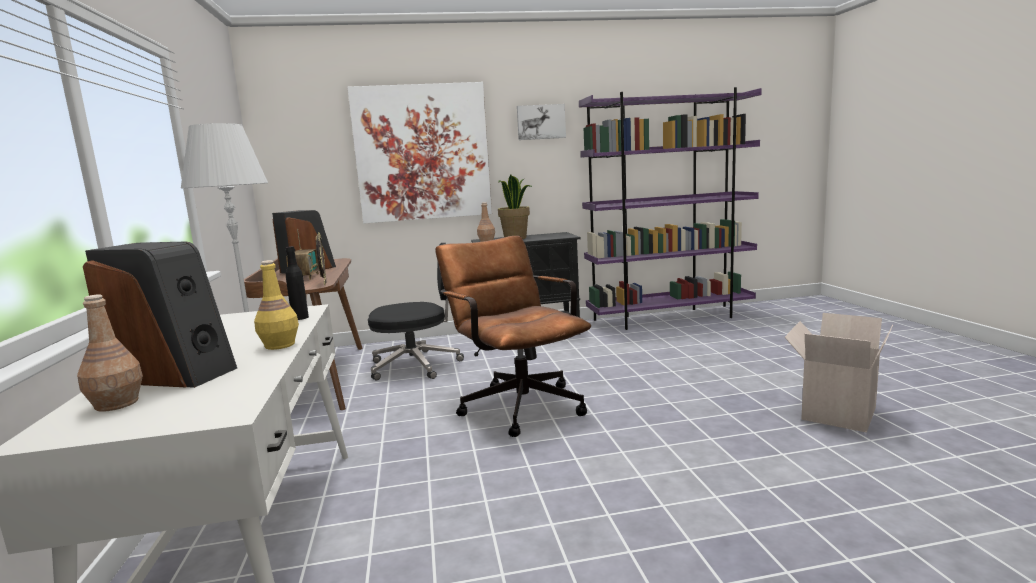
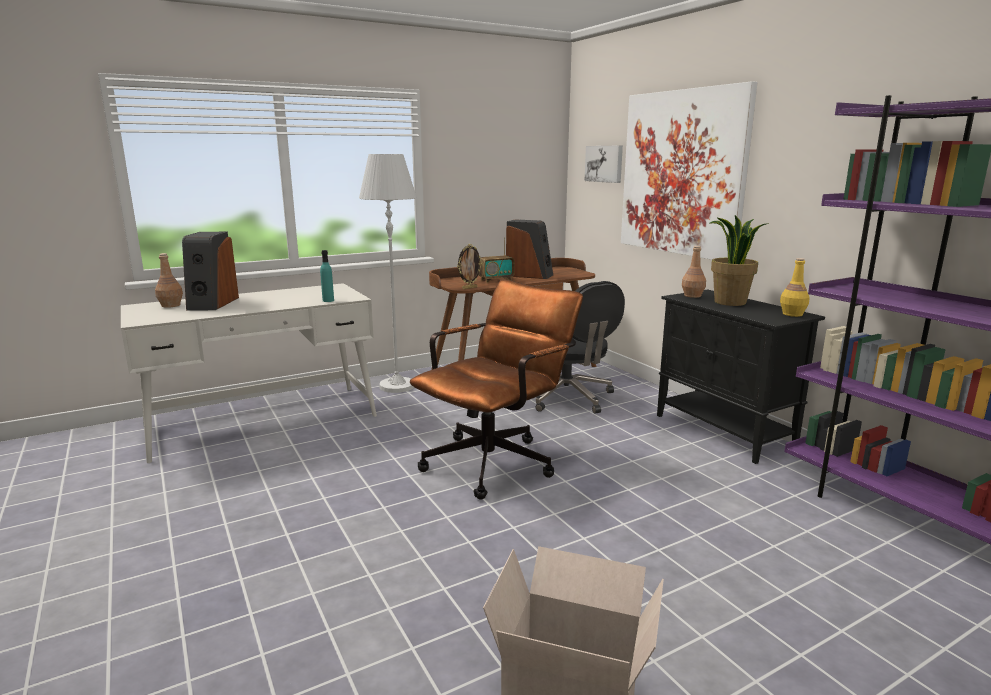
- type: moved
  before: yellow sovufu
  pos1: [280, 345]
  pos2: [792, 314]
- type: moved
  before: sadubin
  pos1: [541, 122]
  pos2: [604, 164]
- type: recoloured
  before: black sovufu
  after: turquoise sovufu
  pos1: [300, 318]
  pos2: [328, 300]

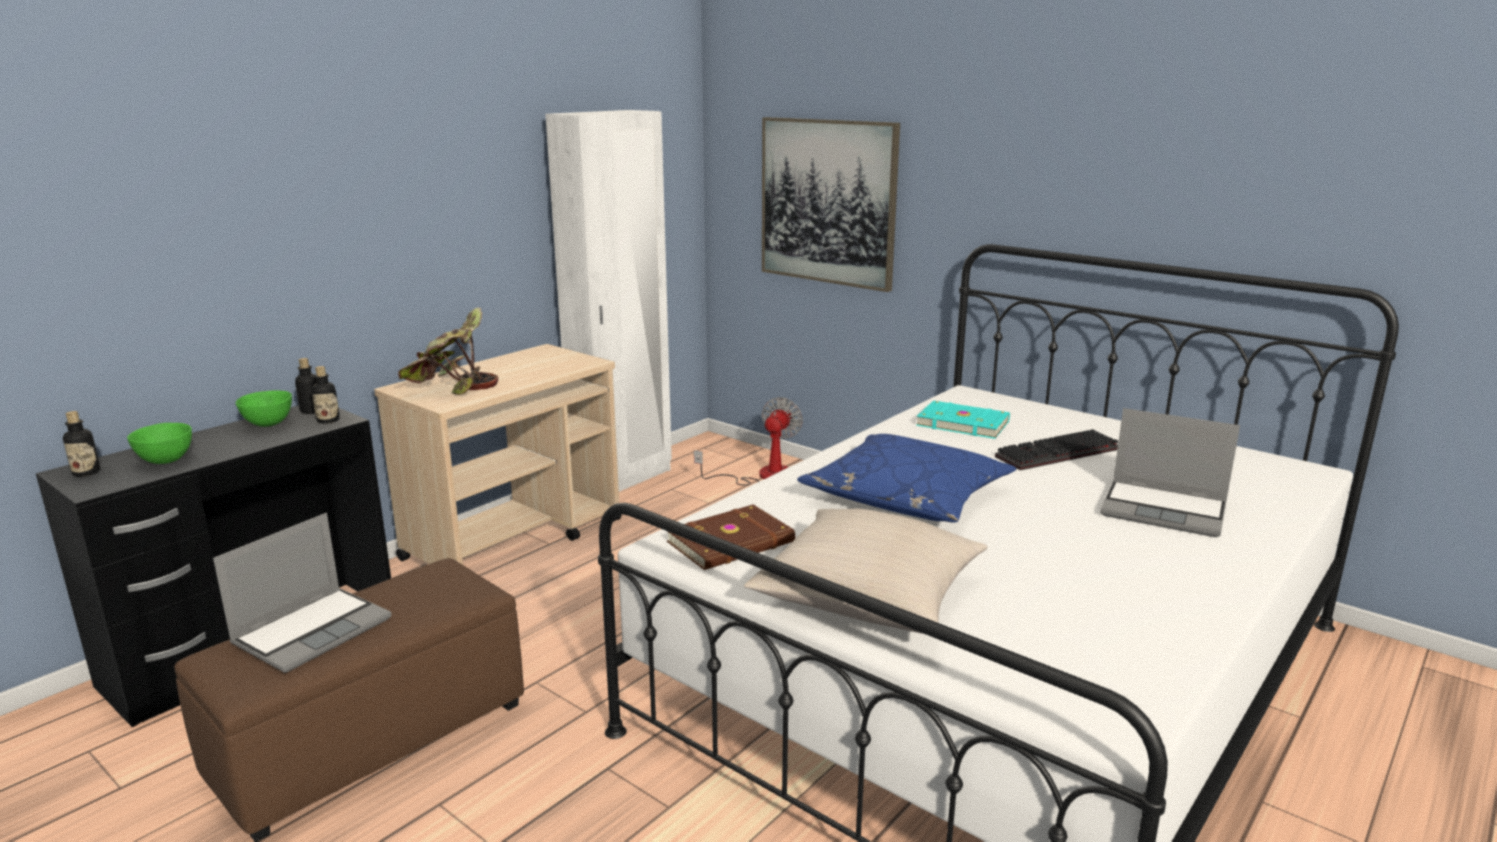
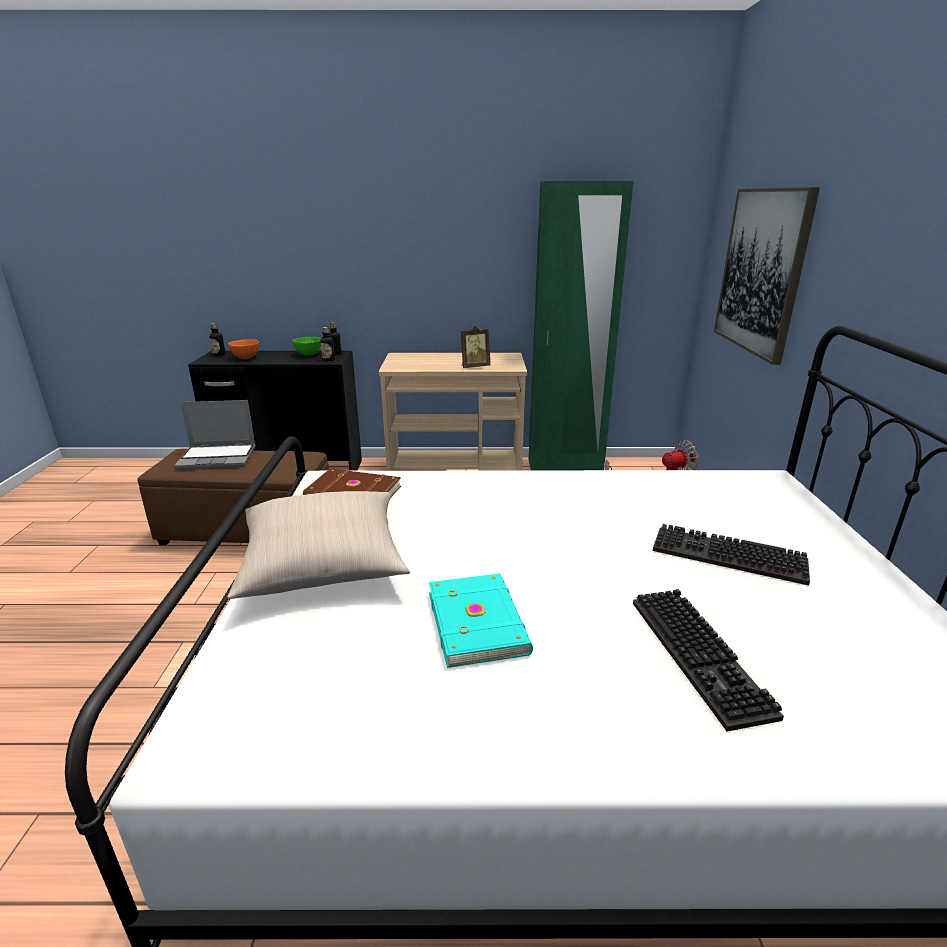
- type: removed
  before: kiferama
  pos1: [451, 387]
- type: removed
  before: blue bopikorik
  pos1: [907, 497]
- type: added
  after: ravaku
  pos2: [474, 367]
- type: moved
  before: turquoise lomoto
  pos1: [962, 423]
  pos2: [479, 621]
- type: replaced
  before: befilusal
  after: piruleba
  pos1: [1165, 510]
  pos2: [703, 657]
- type: recoloured
  before: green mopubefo
  after: orange mopubefo
  pos1: [165, 460]
  pos2: [246, 358]
- type: recoloured
  before: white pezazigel
  after: green pezazigel
  pos1: [623, 480]
  pos2: [565, 465]

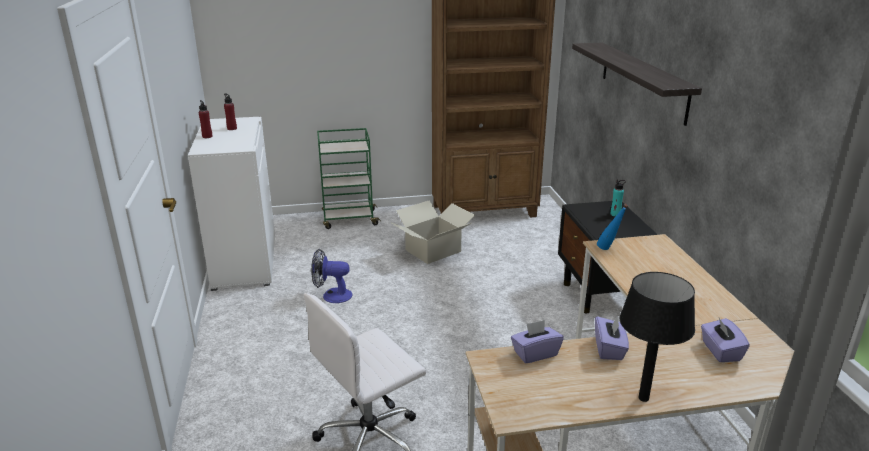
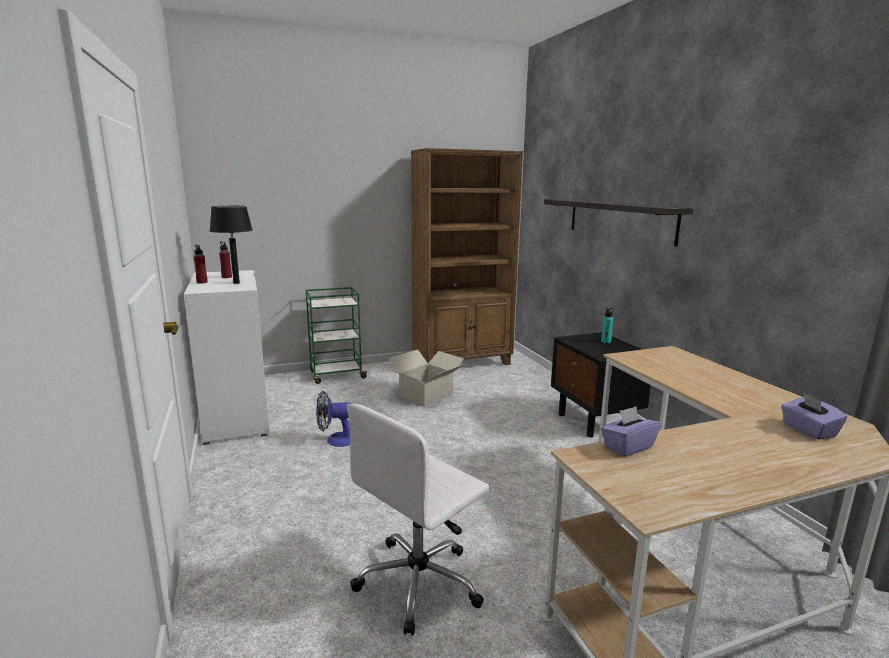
- type: removed
  before: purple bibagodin
  pos1: [609, 349]
- type: removed
  before: blue sovufu
  pos1: [609, 250]
- type: moved
  before: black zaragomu
  pos1: [644, 398]
  pos2: [236, 283]

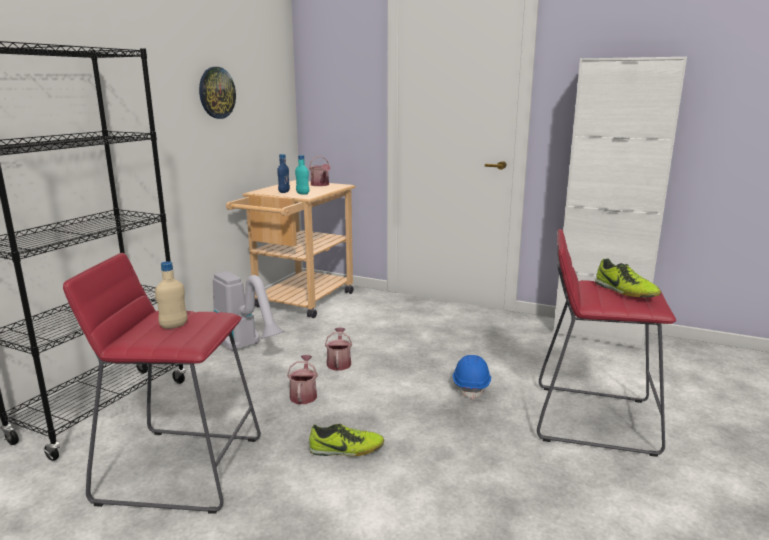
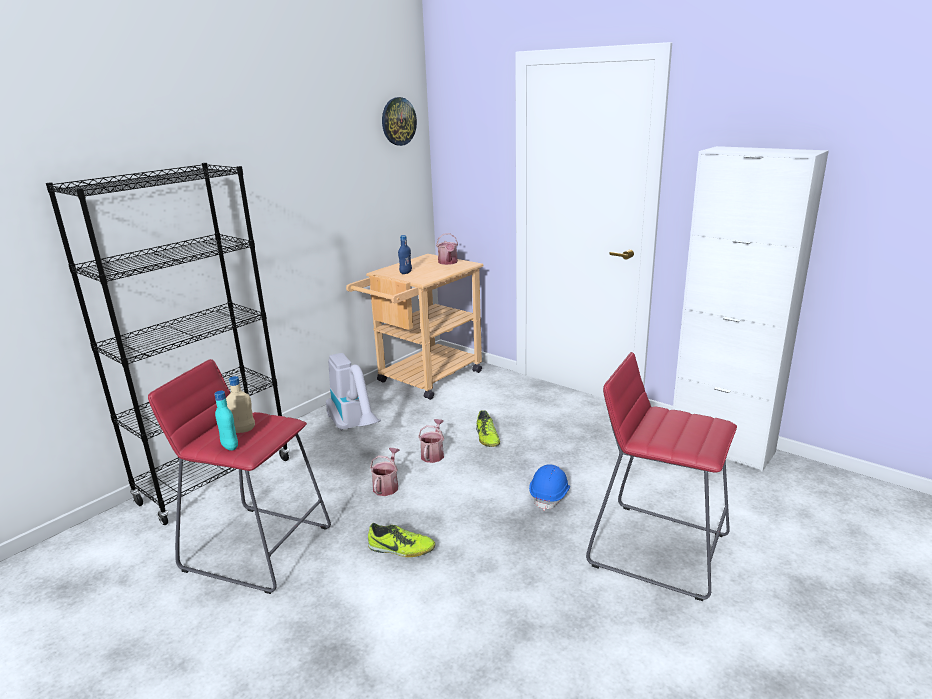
- type: moved
  before: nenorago
  pos1: [216, 93]
  pos2: [398, 121]
- type: moved
  before: turquoise sovufu
  pos1: [302, 193]
  pos2: [230, 447]
- type: moved
  before: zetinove
  pos1: [625, 292]
  pos2: [487, 438]

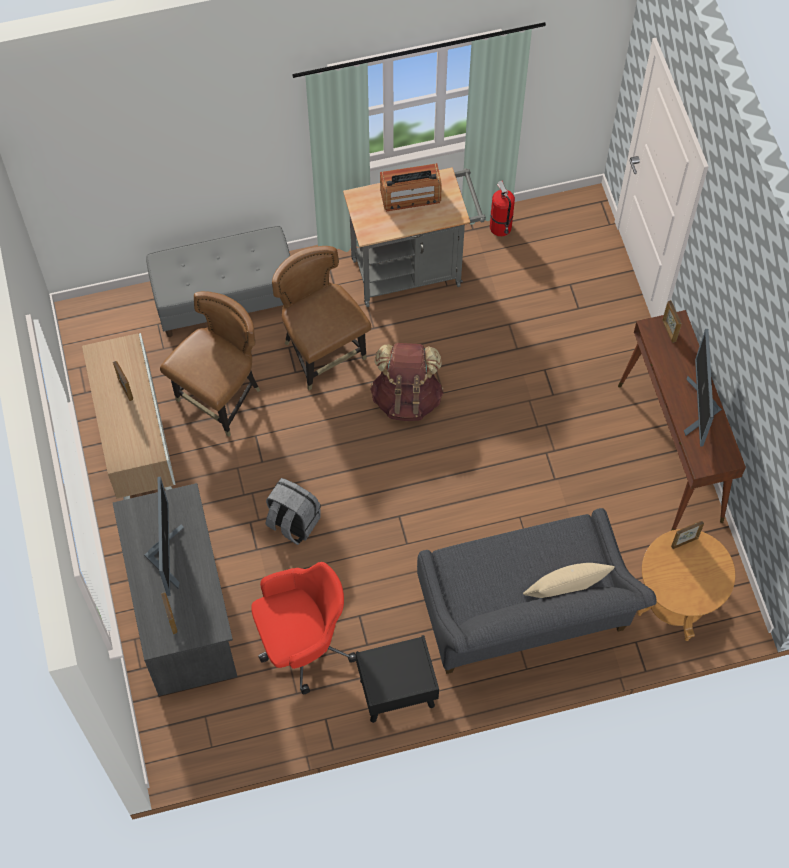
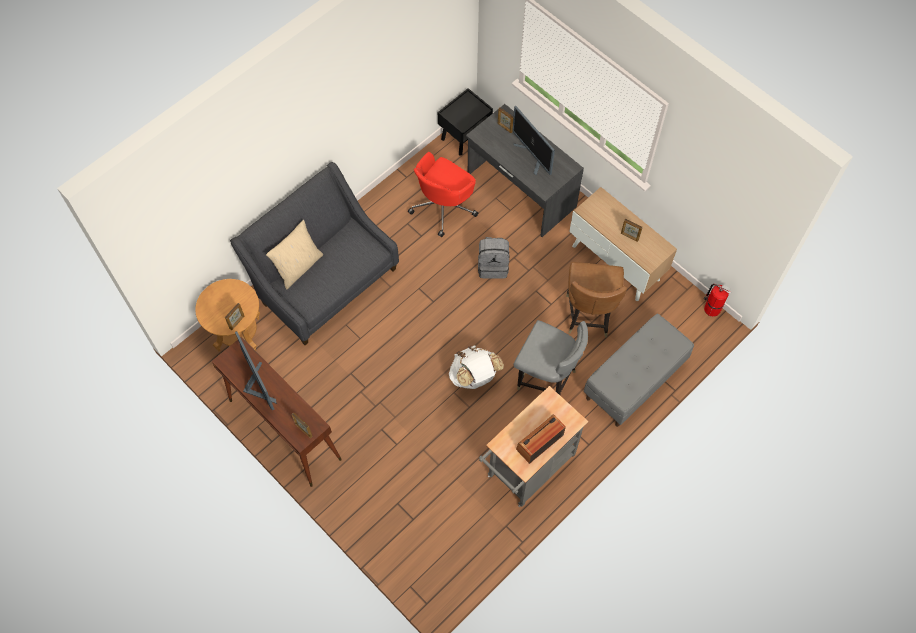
- type: moved
  before: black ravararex
  pos1: [396, 694]
  pos2: [464, 136]
- type: moved
  before: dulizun
  pos1: [501, 228]
  pos2: [711, 308]
- type: recoloured
  before: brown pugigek
  after: grey pugigek
  pos1: [323, 353]
  pos2: [546, 378]
- type: recoloured
  before: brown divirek
  after: white divirek
  pos1: [407, 398]
  pos2: [474, 376]

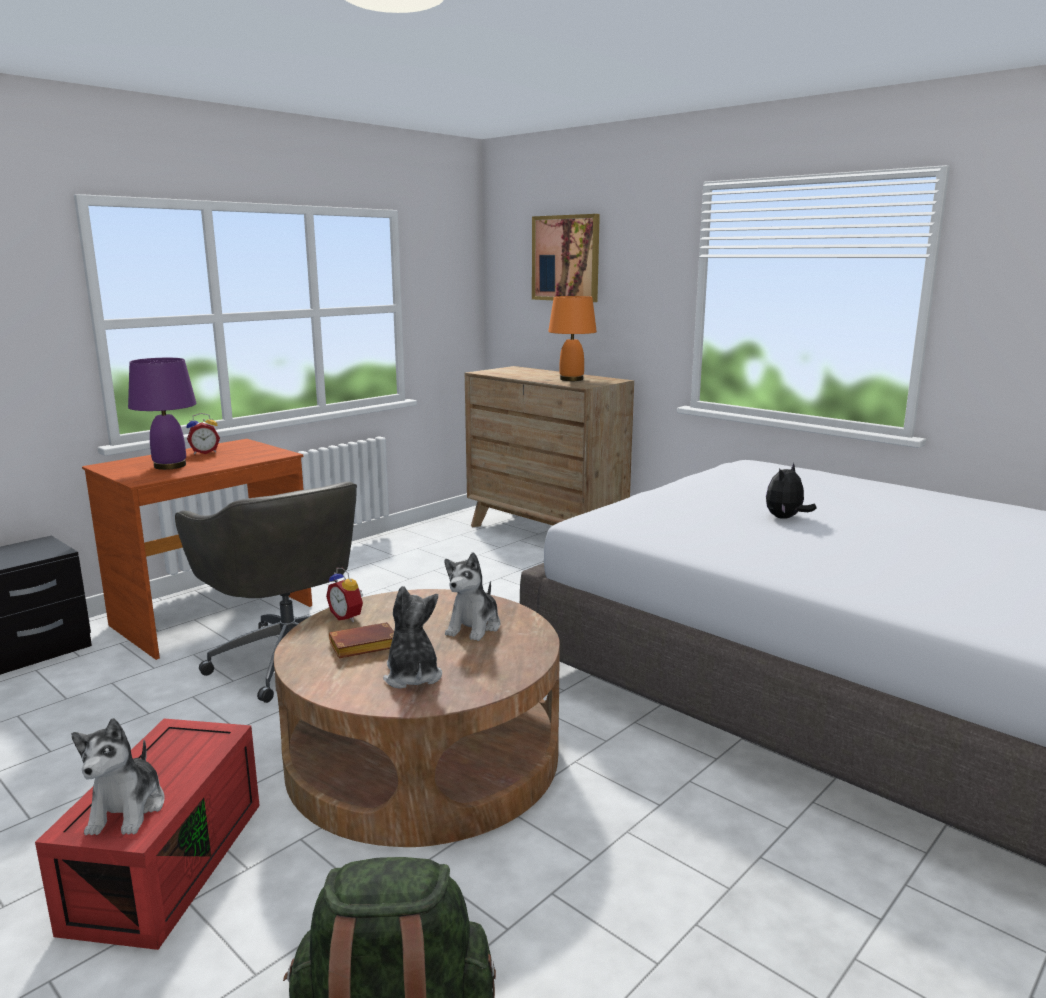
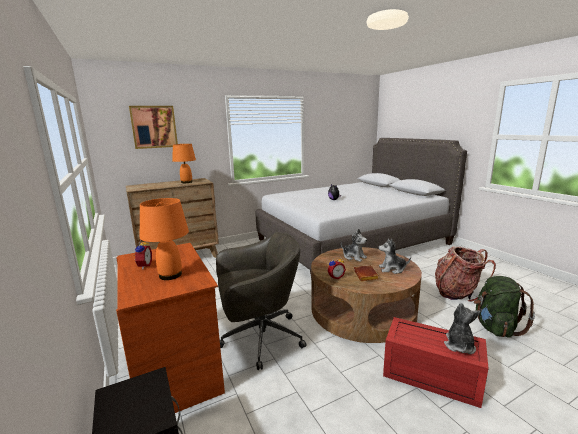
- type: added
  after: divirek
  pos2: [457, 292]
- type: recoloured
  before: purple zaragomu
  after: orange zaragomu
  pos1: [169, 466]
  pos2: [170, 275]
- type: turned
  before: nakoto
  pos1: [127, 810]
  pos2: [459, 345]
  turn: -90

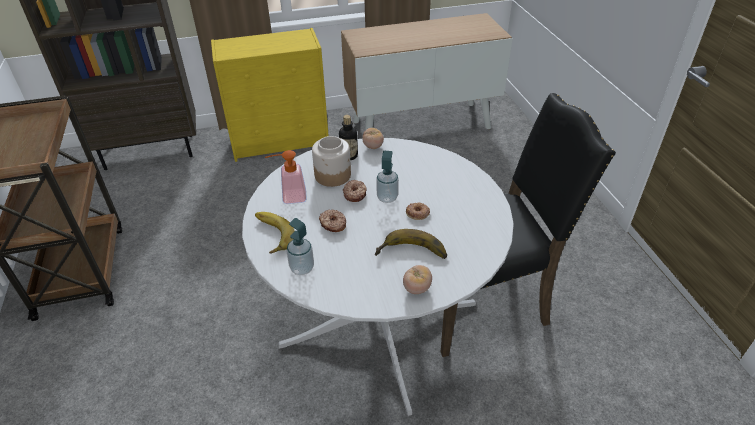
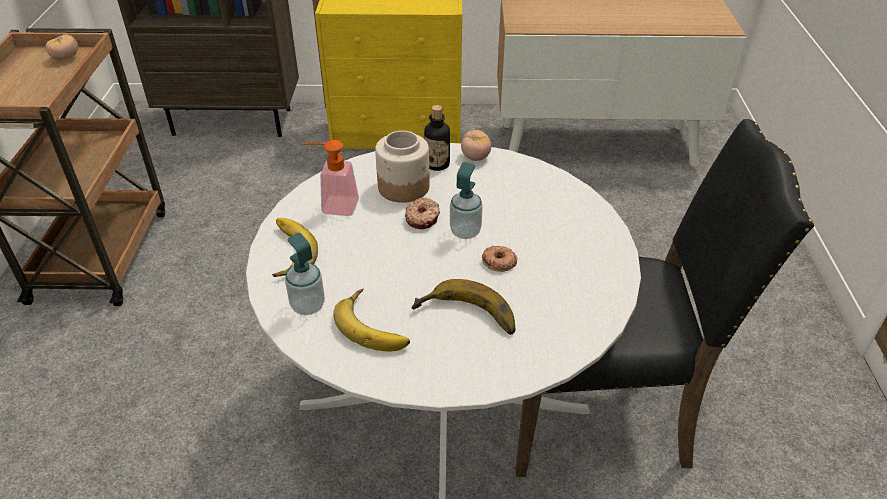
- type: removed
  before: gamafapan
  pos1: [333, 224]
- type: added
  after: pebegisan
  pos2: [375, 325]
- type: moved
  before: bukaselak
  pos1: [417, 288]
  pos2: [66, 58]

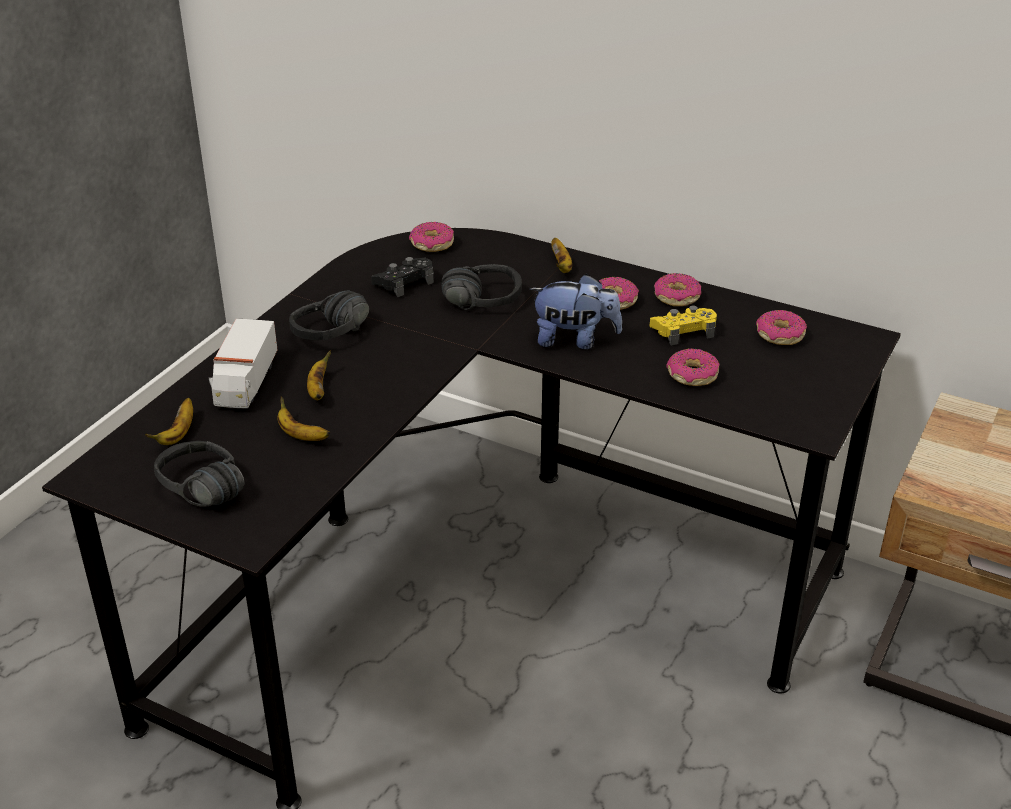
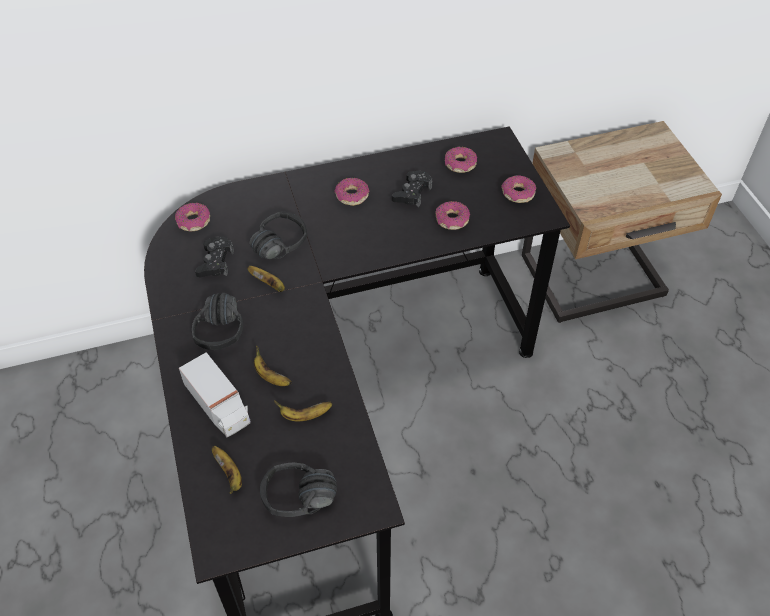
- type: removed
  before: nakoto
  pos1: [575, 340]
- type: moved
  before: pebegisan
  pos1: [561, 266]
  pos2: [269, 284]
- type: moved
  before: gamafapan
  pos1: [676, 297]
  pos2: [517, 193]
- type: recoloured
  before: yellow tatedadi
  after: black tatedadi
  pos1: [683, 331]
  pos2: [412, 193]

